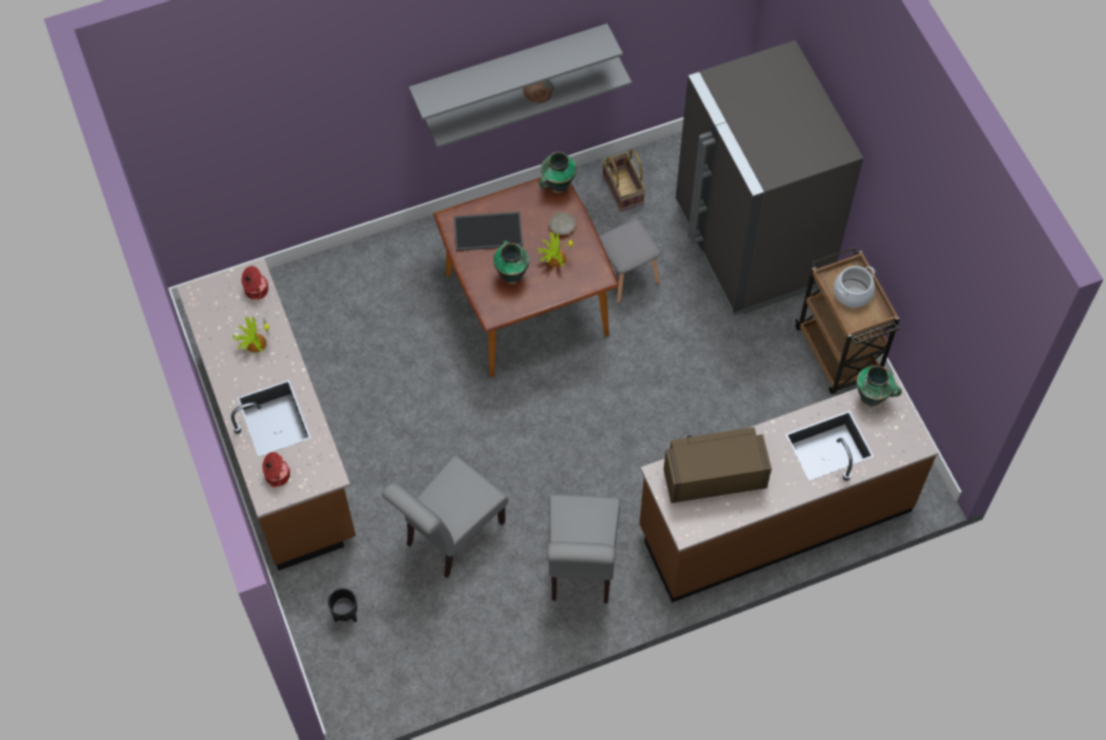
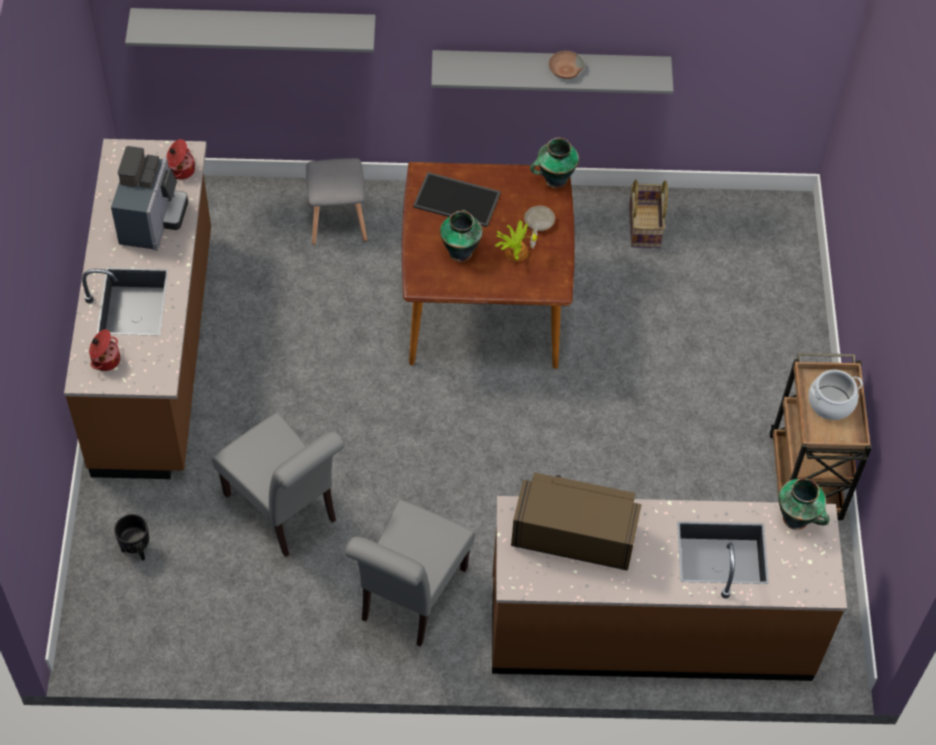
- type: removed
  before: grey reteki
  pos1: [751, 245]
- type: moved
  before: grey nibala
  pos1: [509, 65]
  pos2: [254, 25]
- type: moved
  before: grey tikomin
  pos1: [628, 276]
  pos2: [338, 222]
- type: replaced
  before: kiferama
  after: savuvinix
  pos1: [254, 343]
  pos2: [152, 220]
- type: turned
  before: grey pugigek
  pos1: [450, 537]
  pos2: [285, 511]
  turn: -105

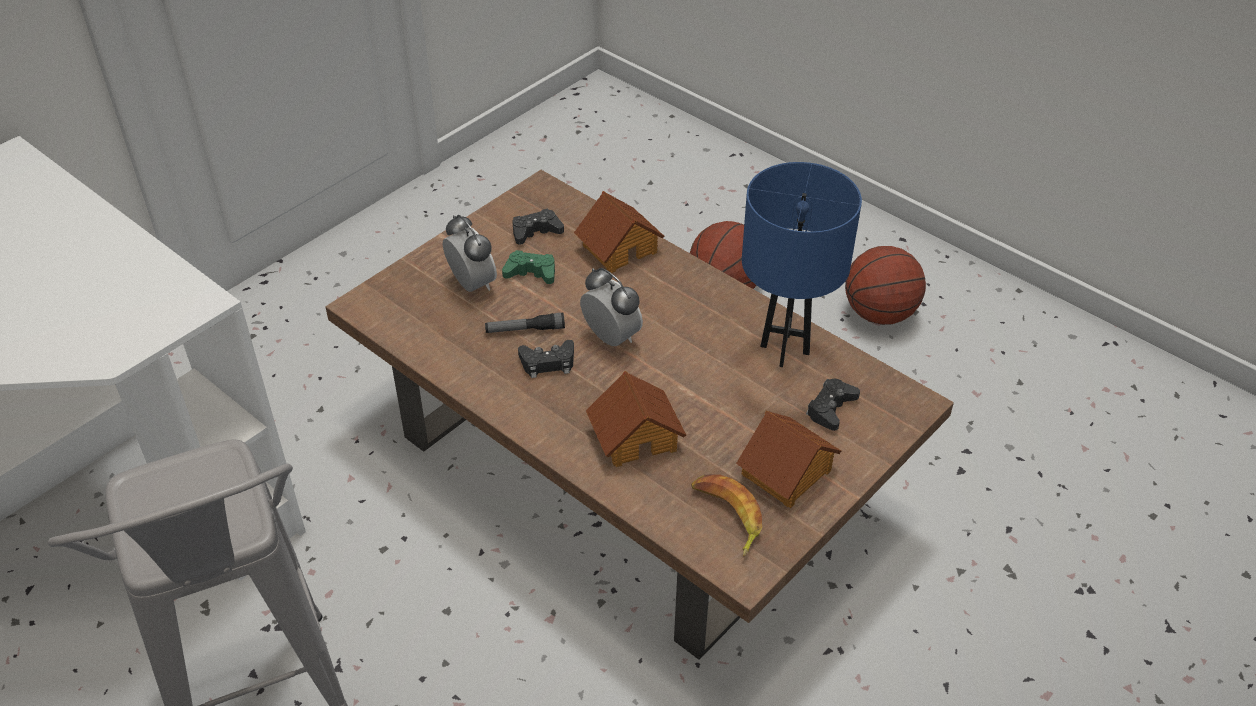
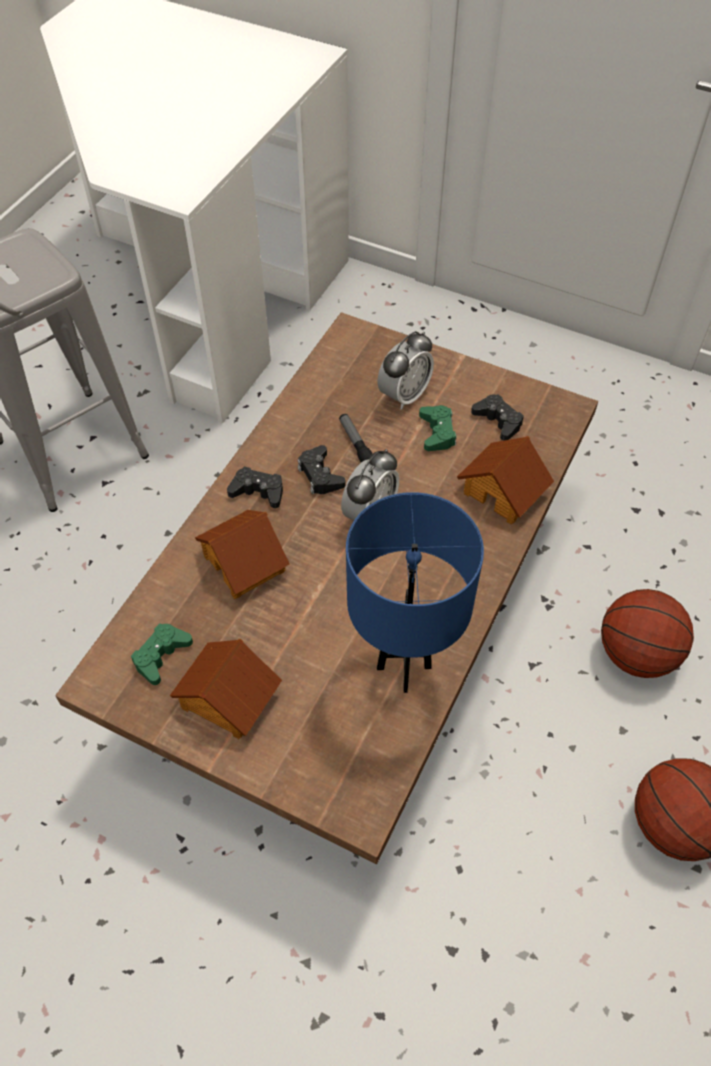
- type: moved
  before: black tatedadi
  pos1: [831, 408]
  pos2: [258, 491]
- type: replaced
  before: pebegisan
  after: green tatedadi
  pos1: [727, 516]
  pos2: [161, 656]

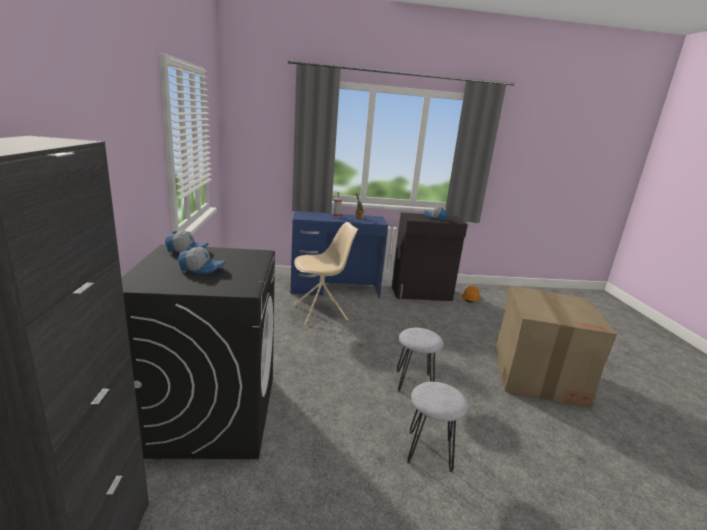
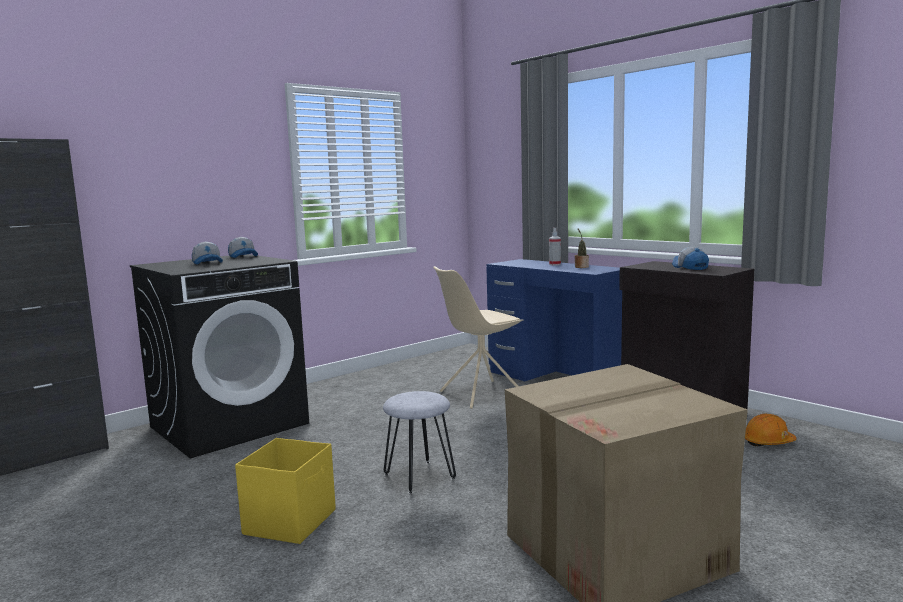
- type: replaced
  before: grey tikomin
  after: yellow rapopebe
  pos1: [429, 450]
  pos2: [291, 521]
- type: turned
  before: beige pugigek
  pos1: [321, 313]
  pos2: [480, 394]
  turn: 120

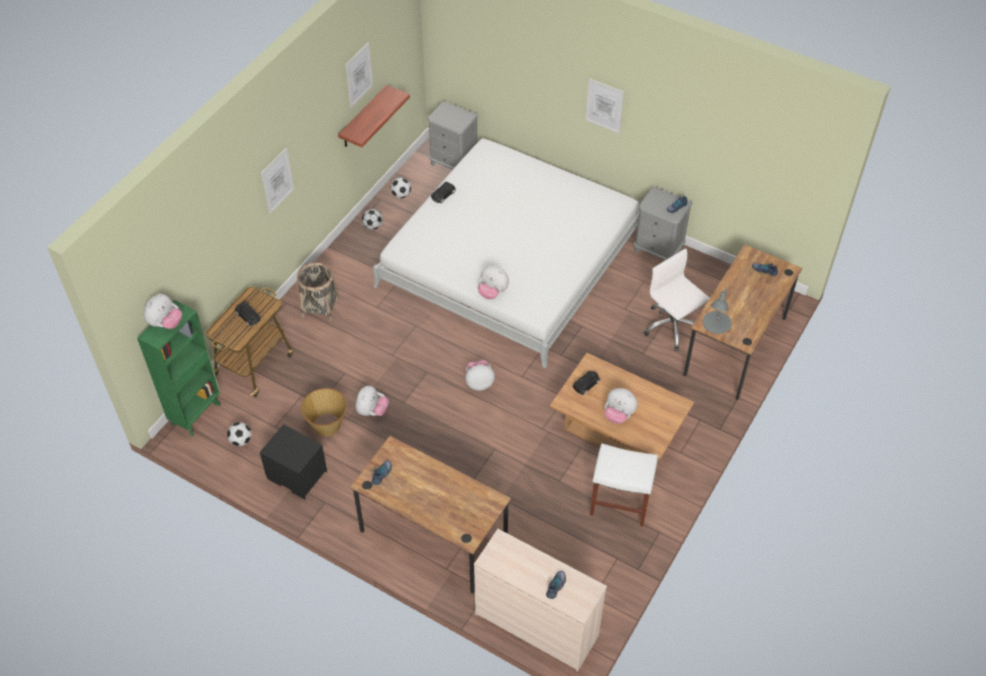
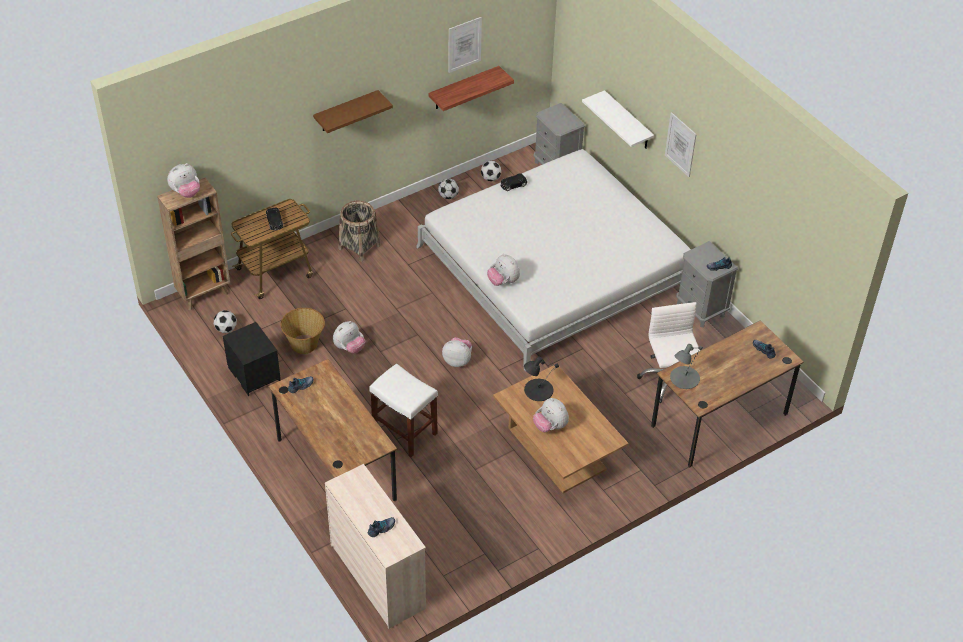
- type: added
  after: white nibala
  pos2: [628, 121]
- type: moved
  before: white tikomin
  pos1: [620, 503]
  pos2: [405, 432]
- type: replaced
  before: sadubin
  after: brown nibala
  pos1: [277, 180]
  pos2: [346, 111]
- type: replaced
  before: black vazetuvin
  after: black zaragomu
  pos1: [586, 384]
  pos2: [538, 390]
- type: recoloured
  before: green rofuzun
  after: brown rofuzun
  pos1: [197, 413]
  pos2: [204, 294]

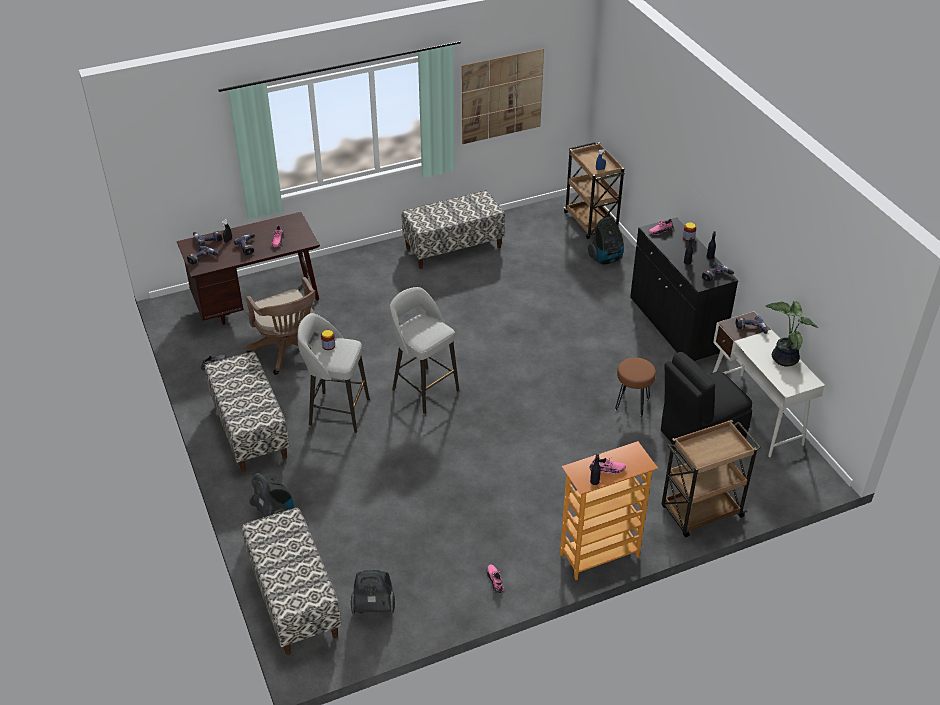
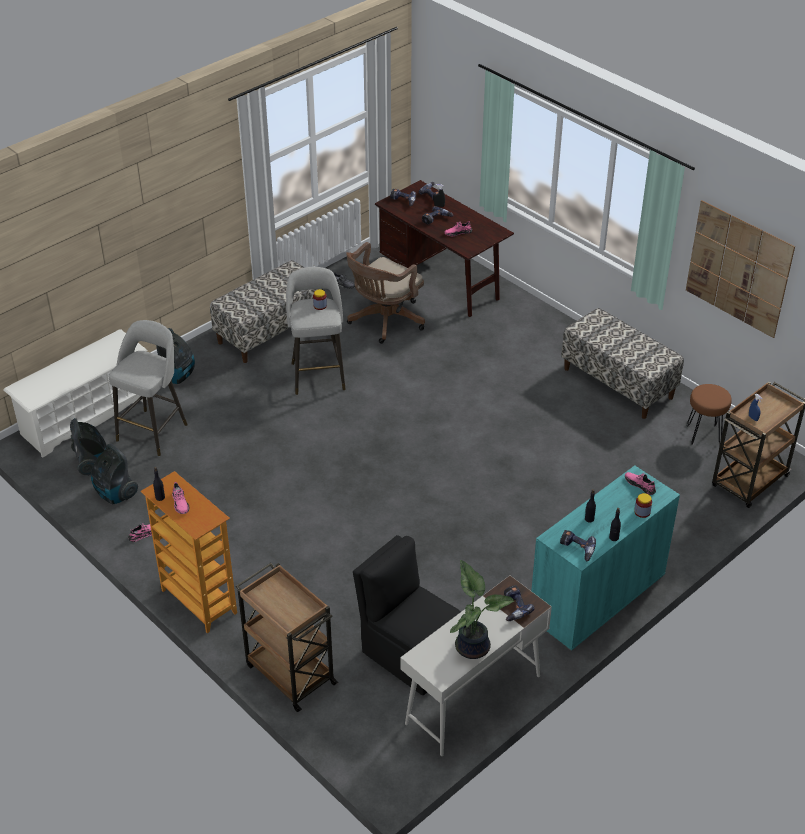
- type: moved
  before: grey tikomin
  pos1: [424, 389]
  pos2: [153, 431]
- type: moved
  before: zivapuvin
  pos1: [606, 259]
  pos2: [115, 494]
- type: moved
  before: brown tikomin
  pos1: [631, 404]
  pos2: [703, 434]
- type: replaced
  before: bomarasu
  after: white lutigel
  pos1: [293, 599]
  pos2: [86, 416]
- type: recoloured
  before: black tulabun
  after: turquoise tulabun
  pos1: [675, 325]
  pos2: [597, 597]

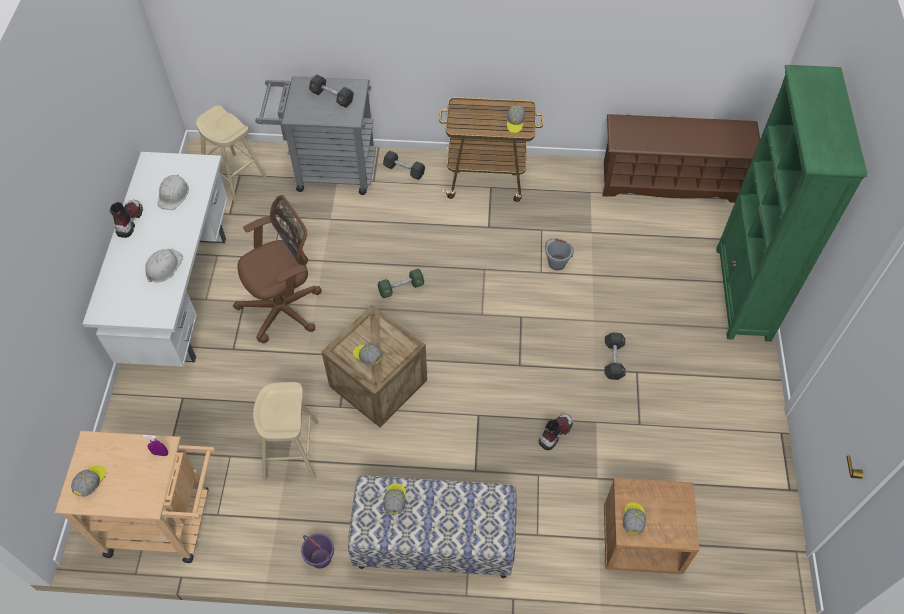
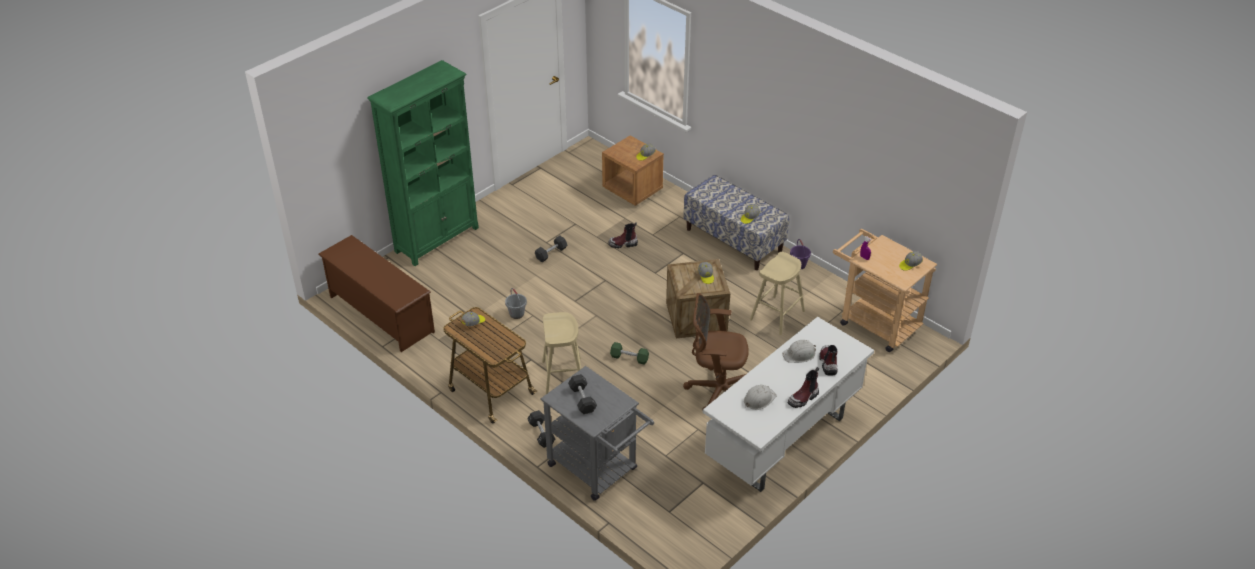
- type: added
  after: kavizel
  pos2: [827, 363]
- type: moved
  before: beige tikomin
  pos1: [235, 178]
  pos2: [563, 376]

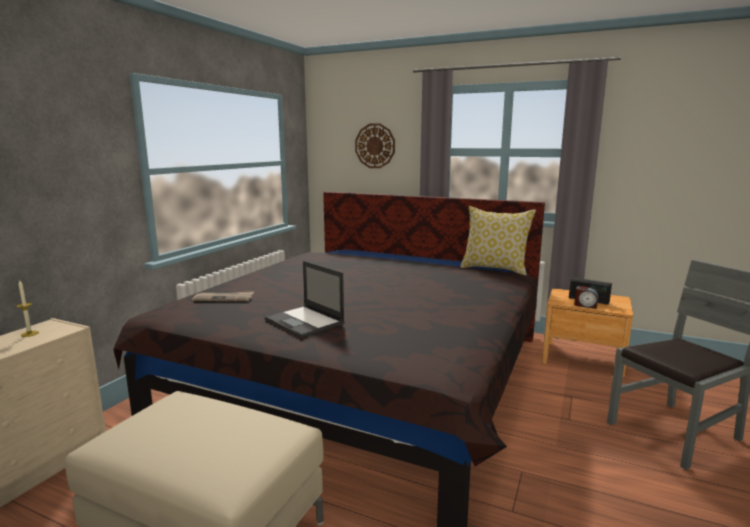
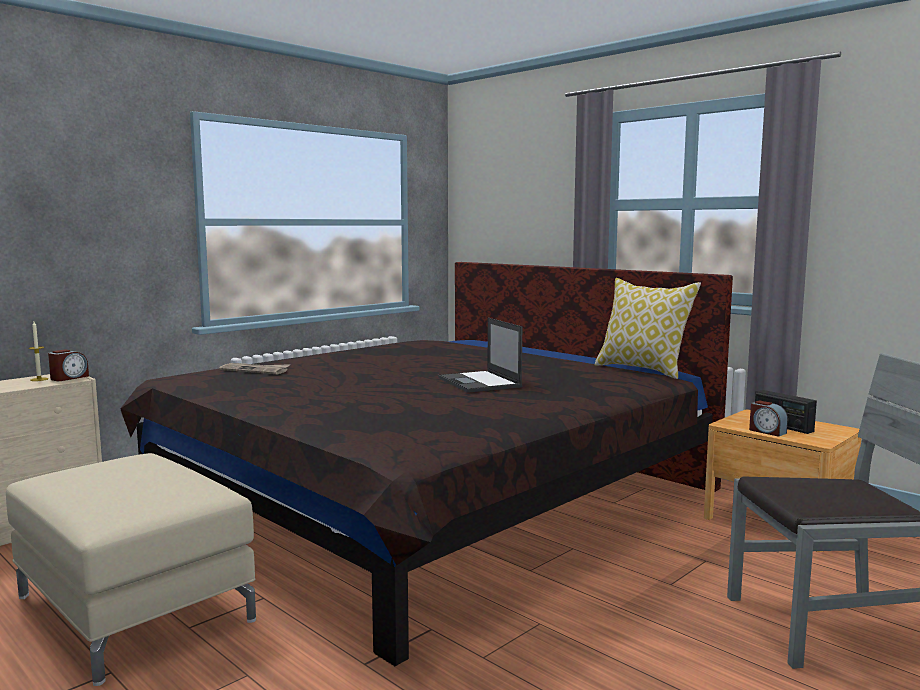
- type: removed
  before: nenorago
  pos1: [375, 146]
- type: added
  after: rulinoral
  pos2: [69, 378]
- type: moved
  before: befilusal
  pos1: [305, 321]
  pos2: [480, 382]

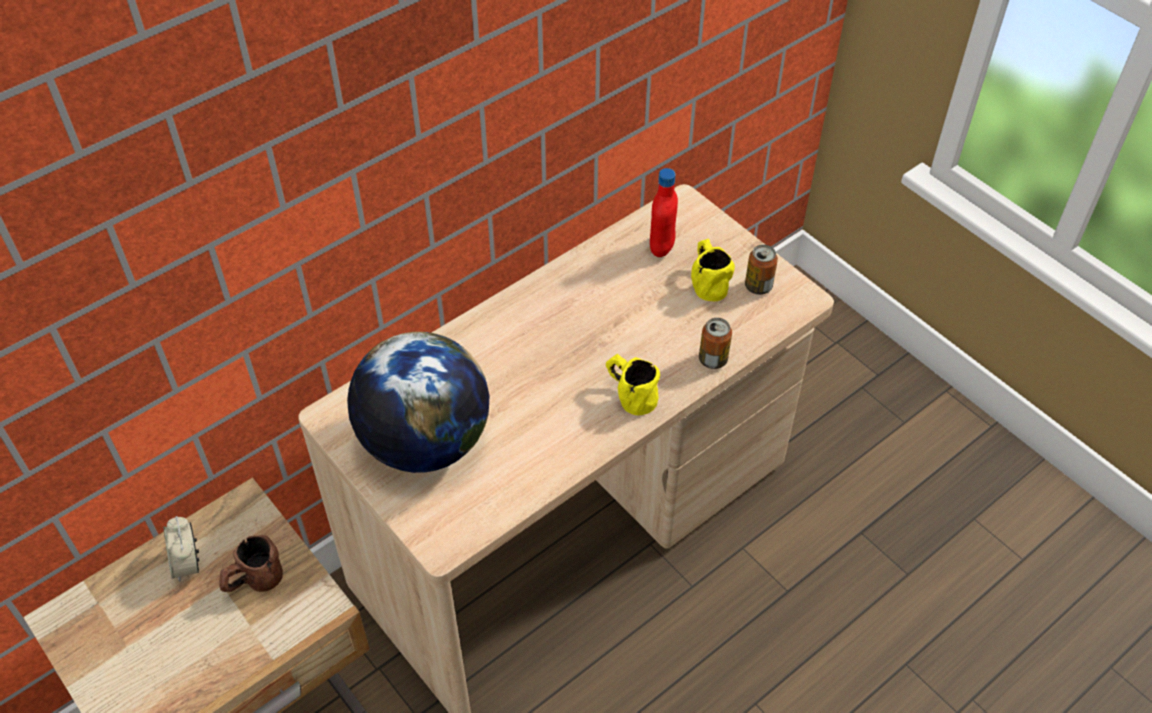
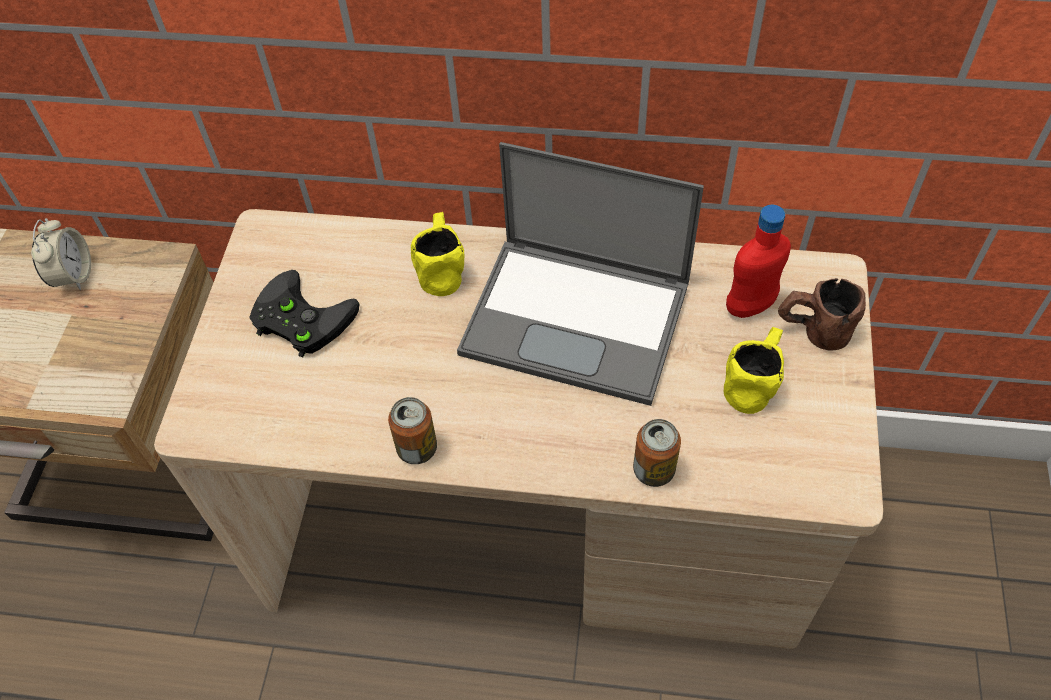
- type: added
  after: befilusal
  pos2: [579, 318]
- type: moved
  before: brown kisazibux
  pos1: [254, 583]
  pos2: [812, 331]
- type: moved
  before: yellow kisazibux
  pos1: [629, 395]
  pos2: [440, 267]
- type: moved
  before: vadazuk
  pos1: [758, 286]
  pos2: [417, 448]
- type: replaced
  before: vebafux
  after: black tatedadi
  pos1: [424, 442]
  pos2: [298, 319]
- type: turned
  before: rulinoral
  pos1: [187, 564]
  pos2: [73, 275]
  turn: 150

